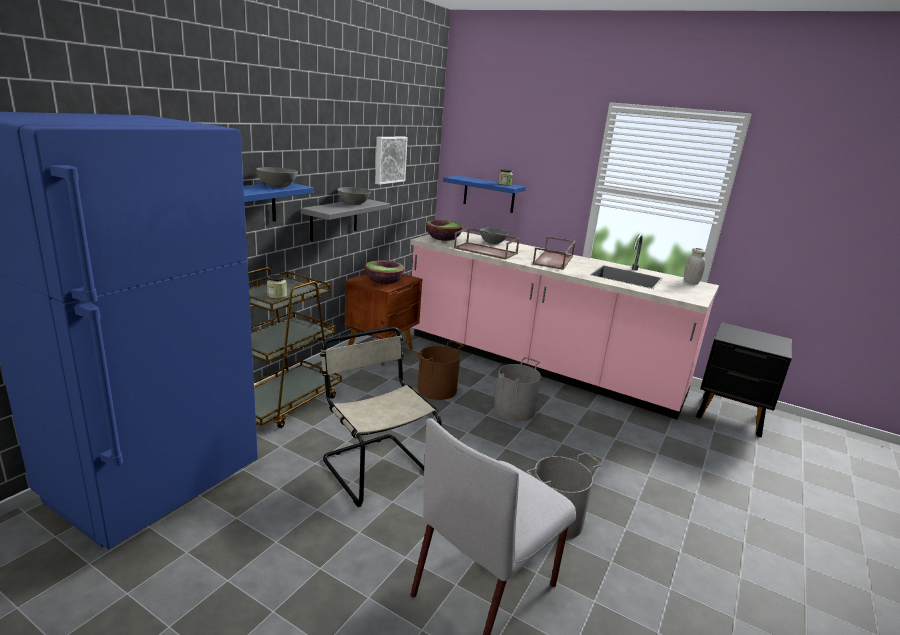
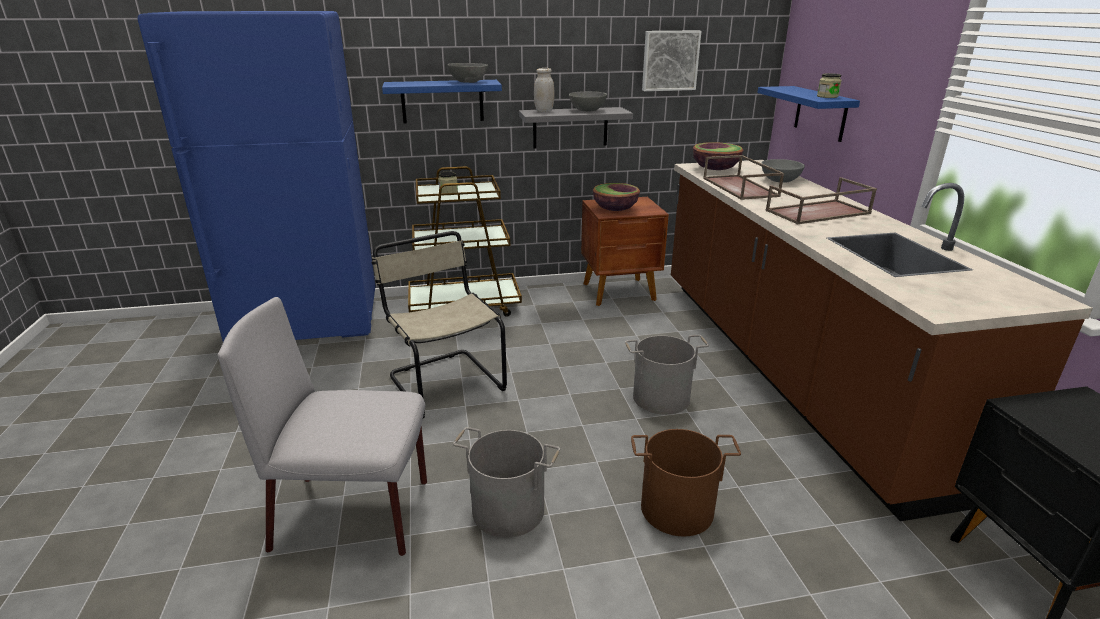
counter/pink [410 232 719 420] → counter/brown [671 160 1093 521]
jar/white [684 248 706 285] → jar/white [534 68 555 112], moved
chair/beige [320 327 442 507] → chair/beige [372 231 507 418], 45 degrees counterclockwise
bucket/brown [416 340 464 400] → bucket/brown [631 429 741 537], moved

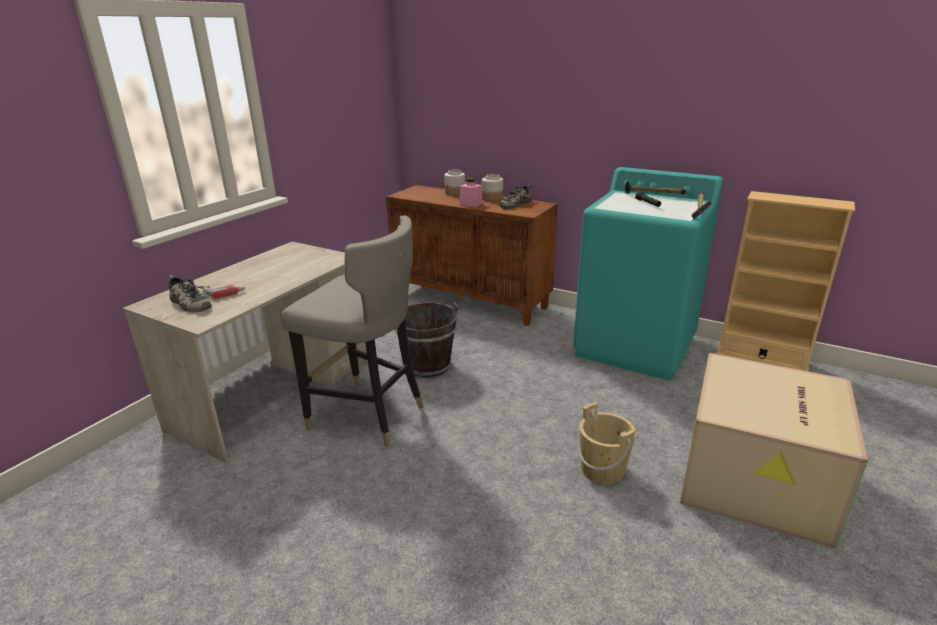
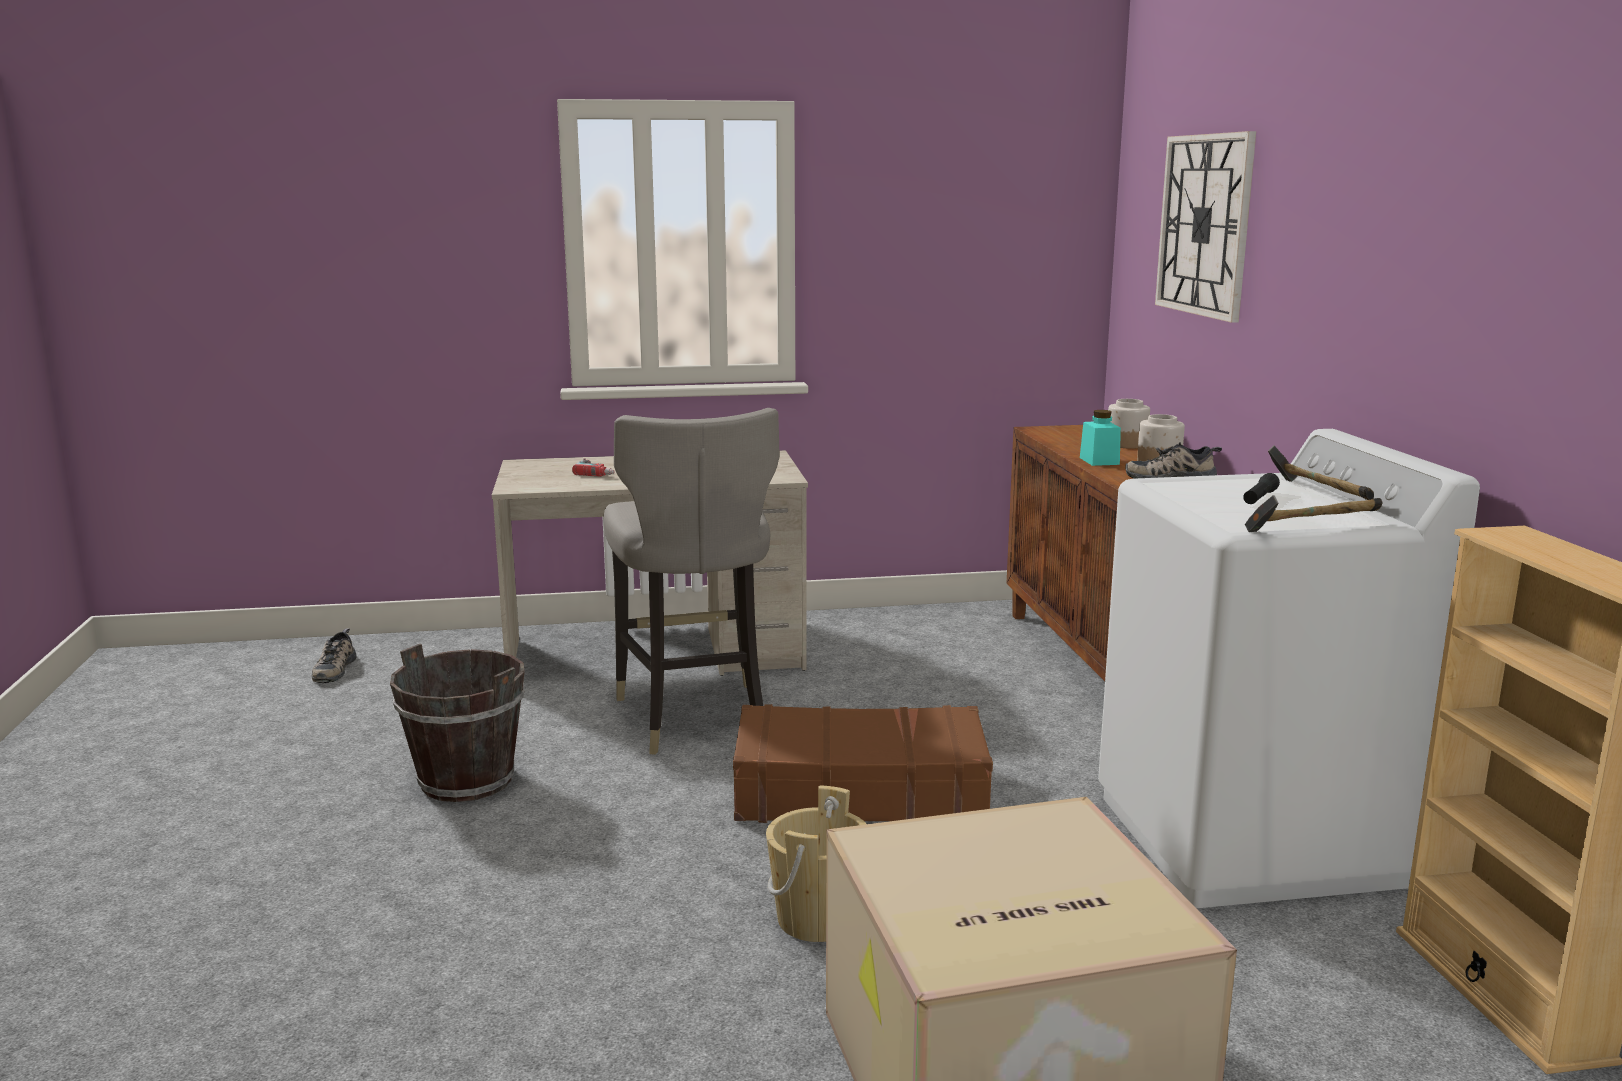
washing machine/turquoise [573 167 724 381] → washing machine/white [1098 429 1480 908]
jar/pink [460 178 483 207] → jar/turquoise [1080 410 1121 466]
shoe [169 275 212 312] → shoe [312 628 357 683], moved
bucket/brown [395 302 458 378] → bucket/brown [390 644 525 802], moved
- → wall clock [1155 131 1256 323]
- → suitcase/brown [733 704 993 823]

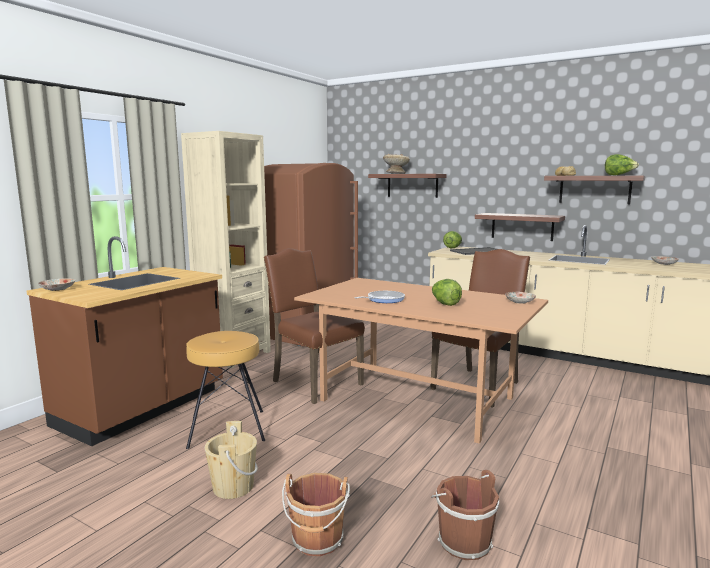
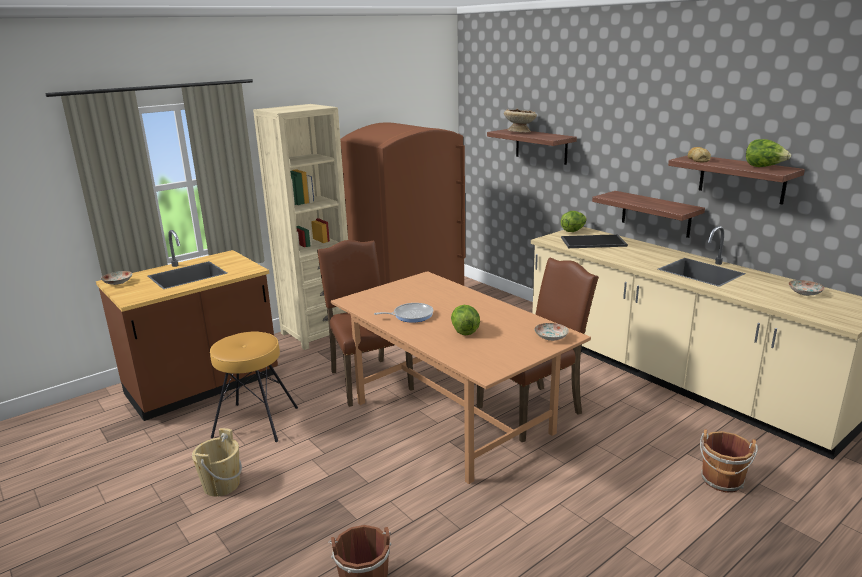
bucket/brown [282 473 350 556] → bucket/brown [700 429 758 493], moved

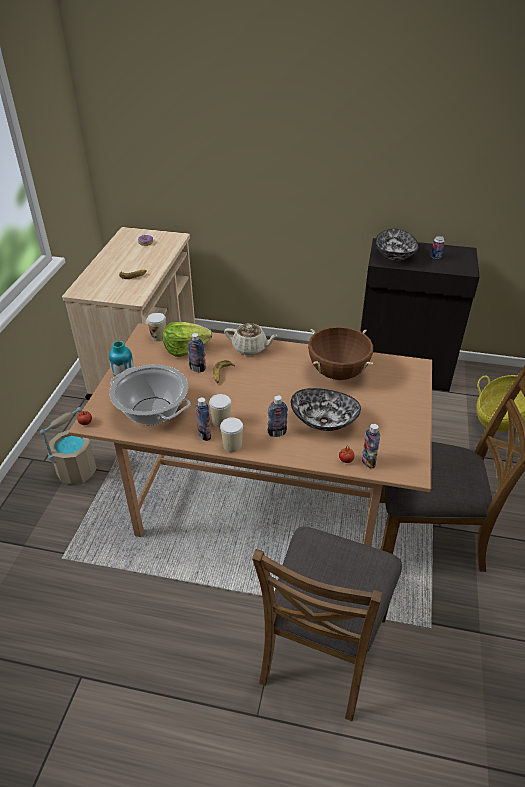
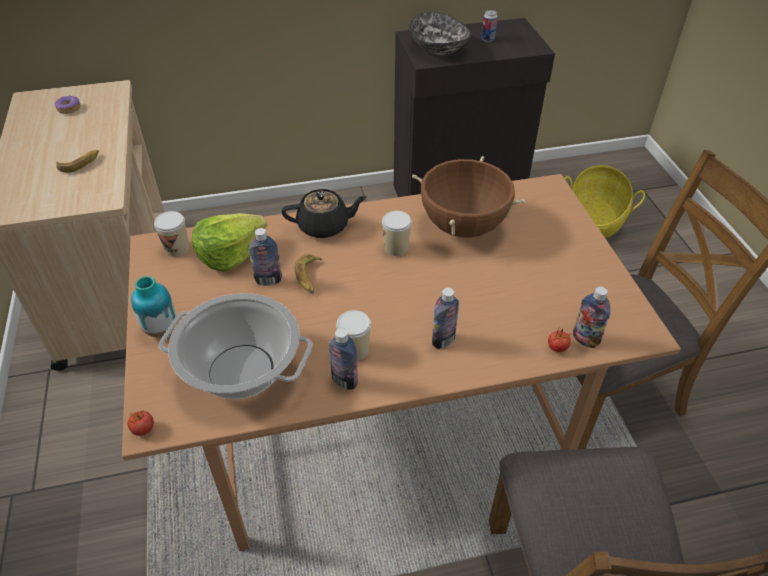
teapot/beige [224 323 279 355] → teapot/black [281 189 367 238]
bowl [291 388 361 431] → -
bucket/beige [40 407 97 484] → -
cup [220 418 243 452] → cup [382 211 412 256], moved

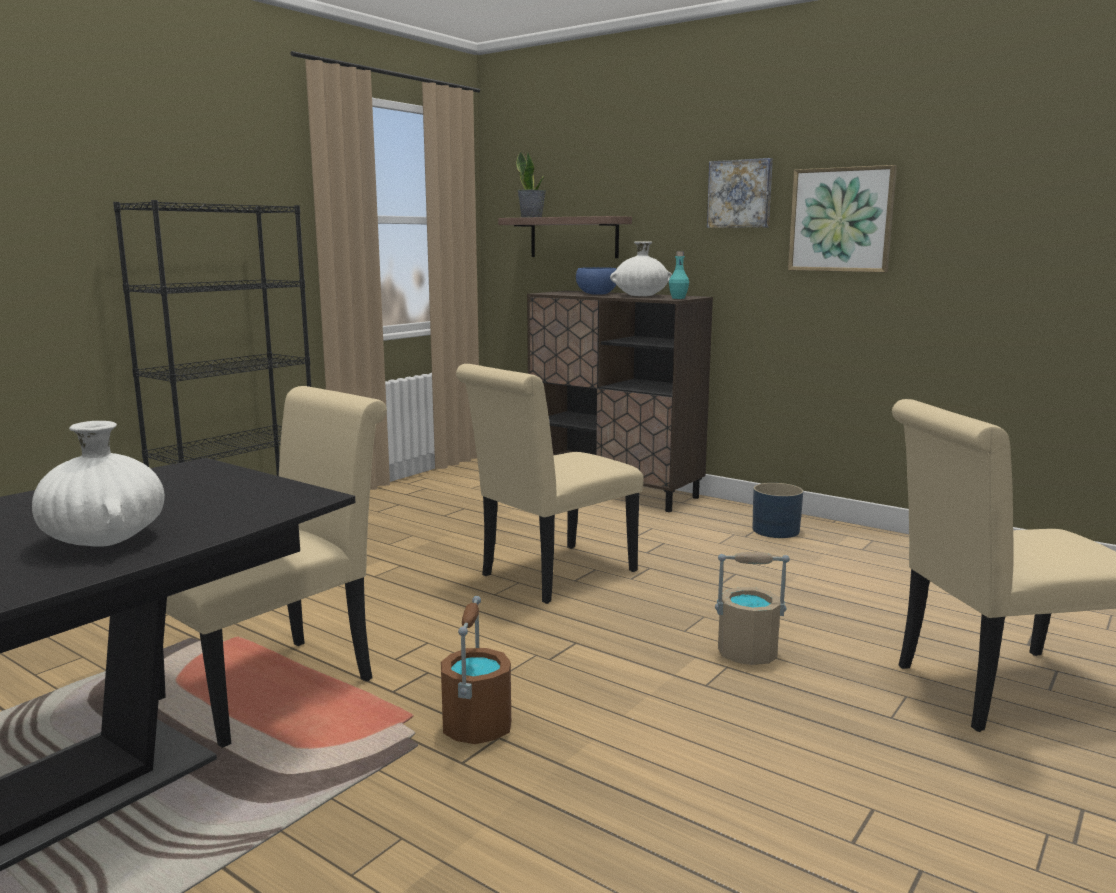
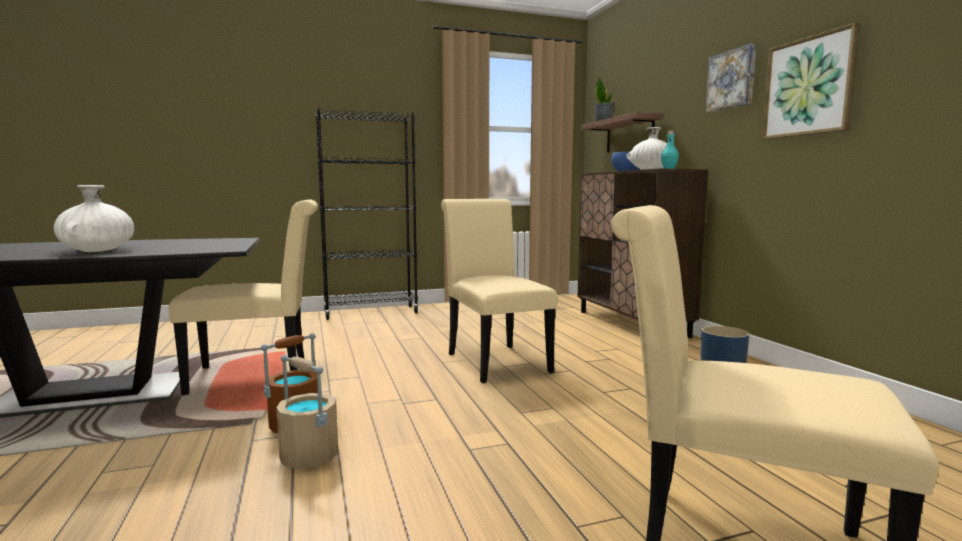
chair/beige [456 364 644 604] → chair/beige [441 199 557 383], 75 degrees clockwise
bucket/beige [715 552 790 665] → bucket/beige [276 355 338 469], moved

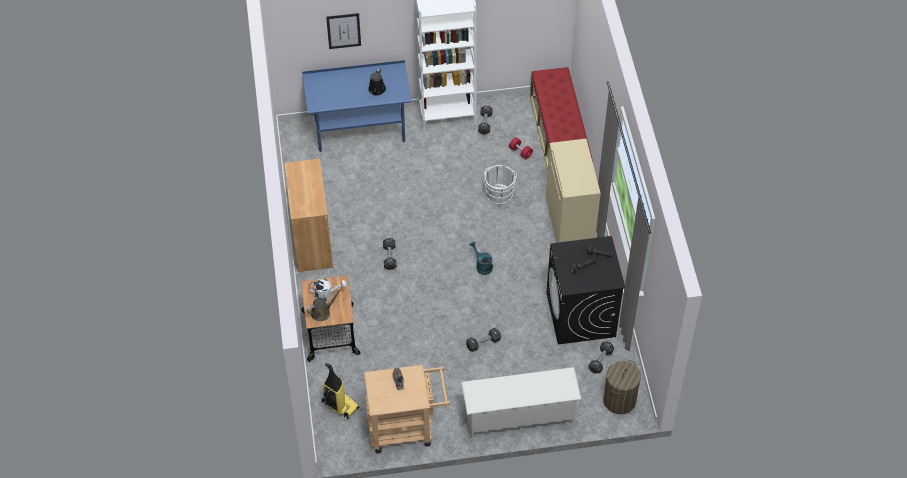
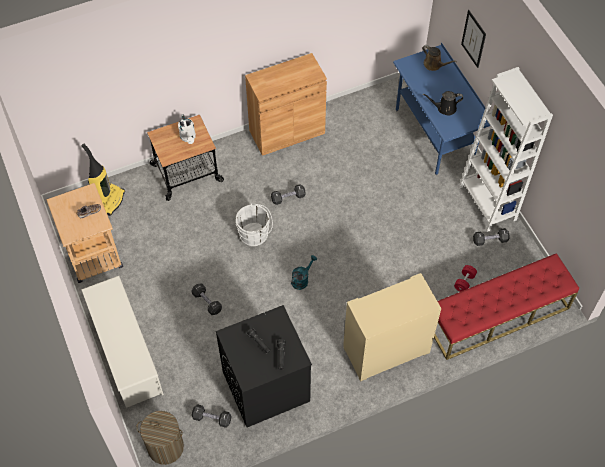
bucket/white [484 165 517 205] → bucket/white [236 203 273 246], moved
watering can/brown [306 287 343 321] → watering can/brown [422 45 457 71], moved

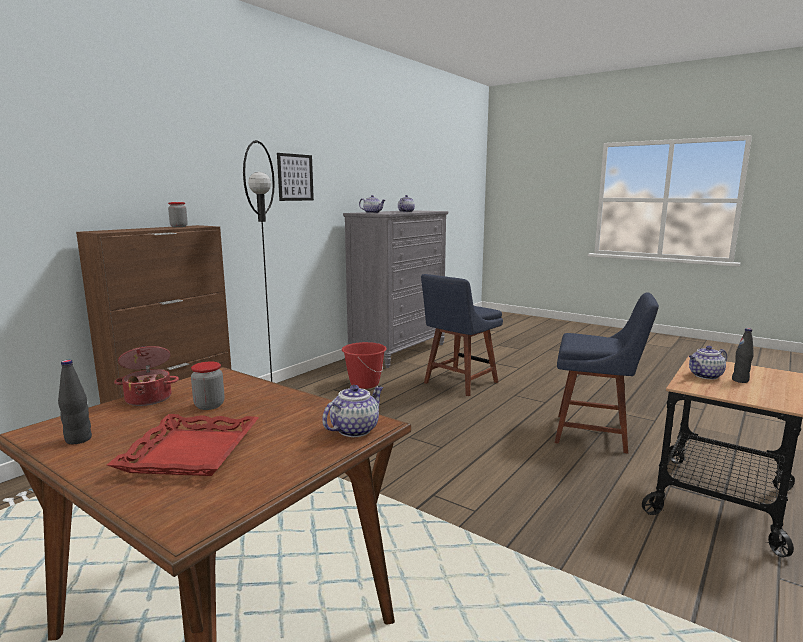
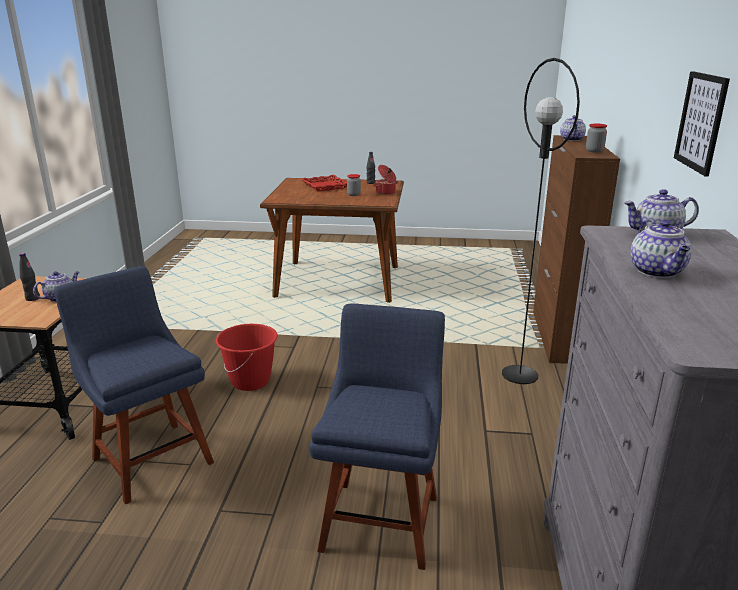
chair/blue [554 292 659 454] → chair/blue [54 266 214 505], 60 degrees clockwise
bucket/red [342 342 387 389] → bucket/red [216 324 278 391], moved
teapot [322 385 383 437] → teapot [560 115 586 141], moved

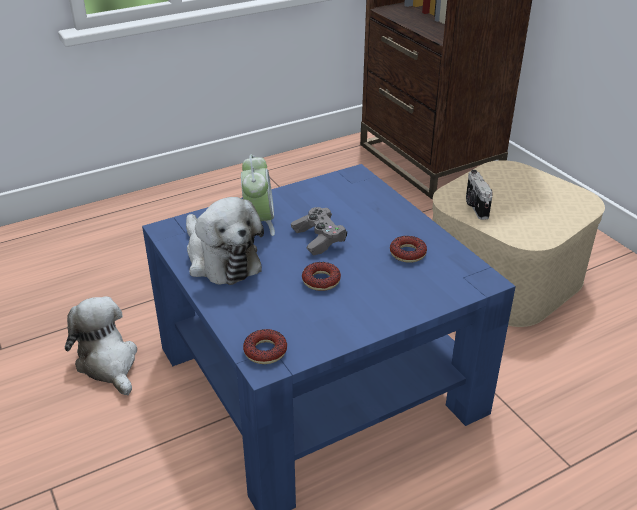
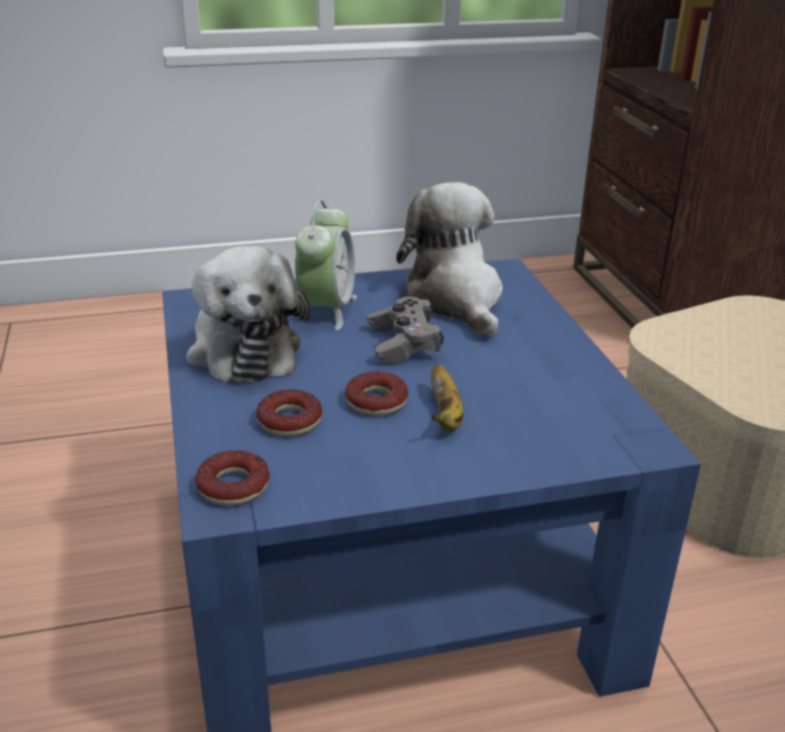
photo camera [466 170 493 220] → -
donut [390 236 427 263] → donut [256 390 322 436], moved
plush toy [65 296 137 395] → plush toy [396 182 503 337], moved
- → banana [431 364 463 431]

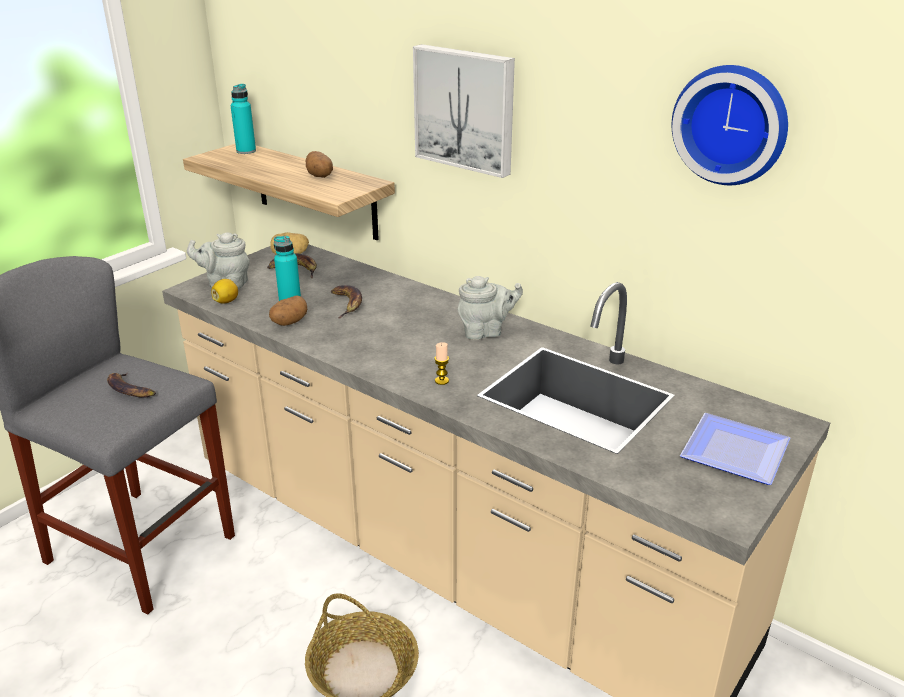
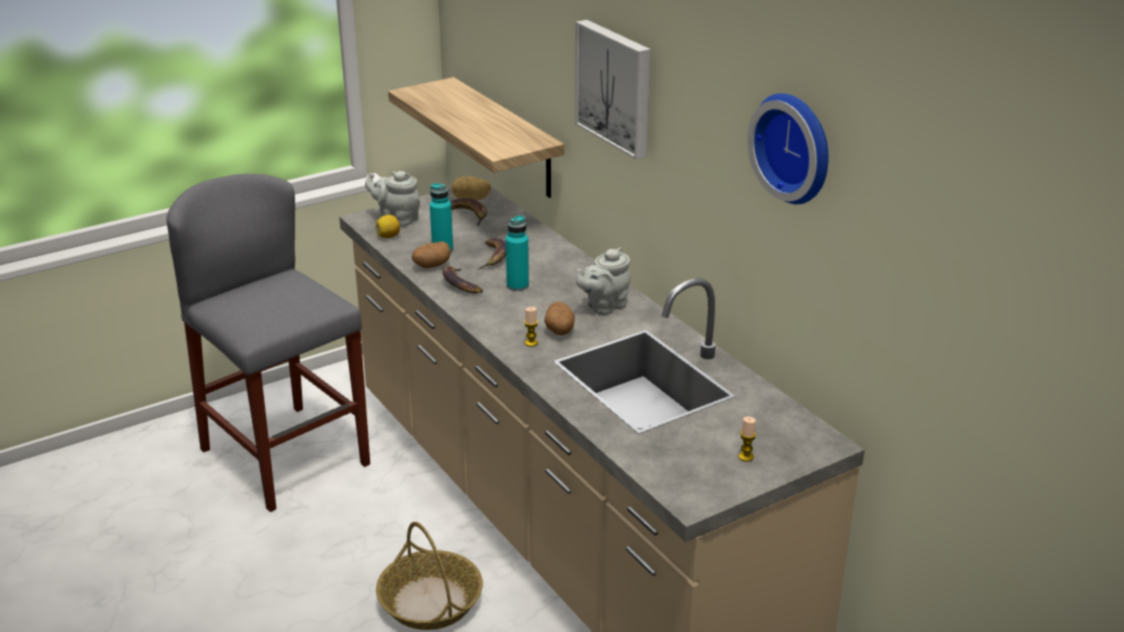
bottle/turquoise [231 84 256 154] → bottle/turquoise [506 215 529 291], moved
potato [306 151 333 178] → potato [544 302 575 335], moved
teapot/grey [458 276 523 340] → teapot/grey [576 247 631 315], 135 degrees clockwise
banana [107 373 156 398] → banana [443 266 483 294], moved
plate [680 413 790 485] → candle [738 417 756 461]

